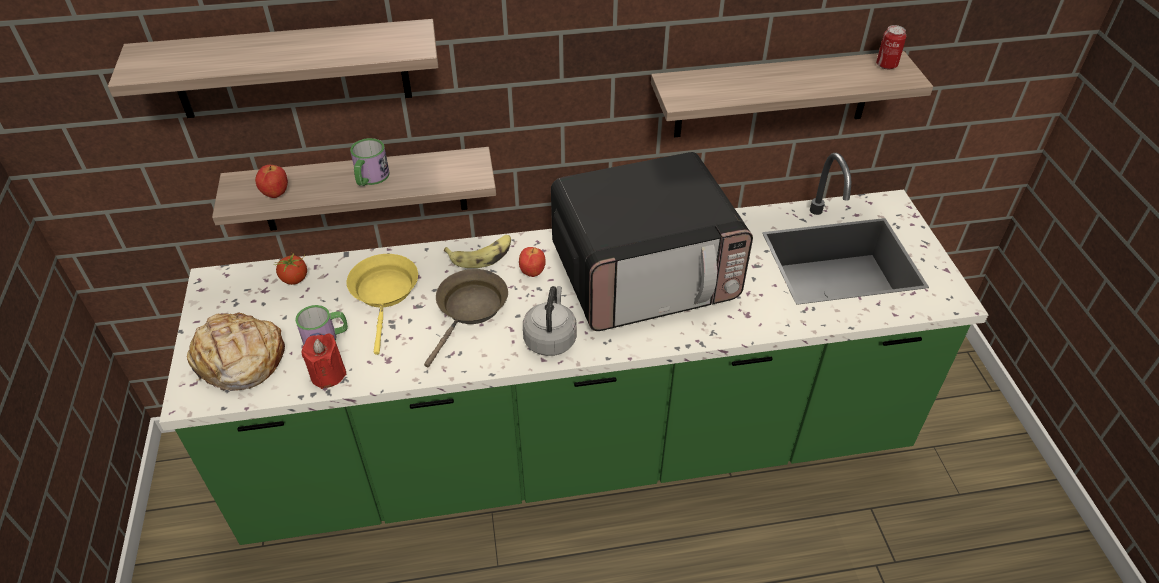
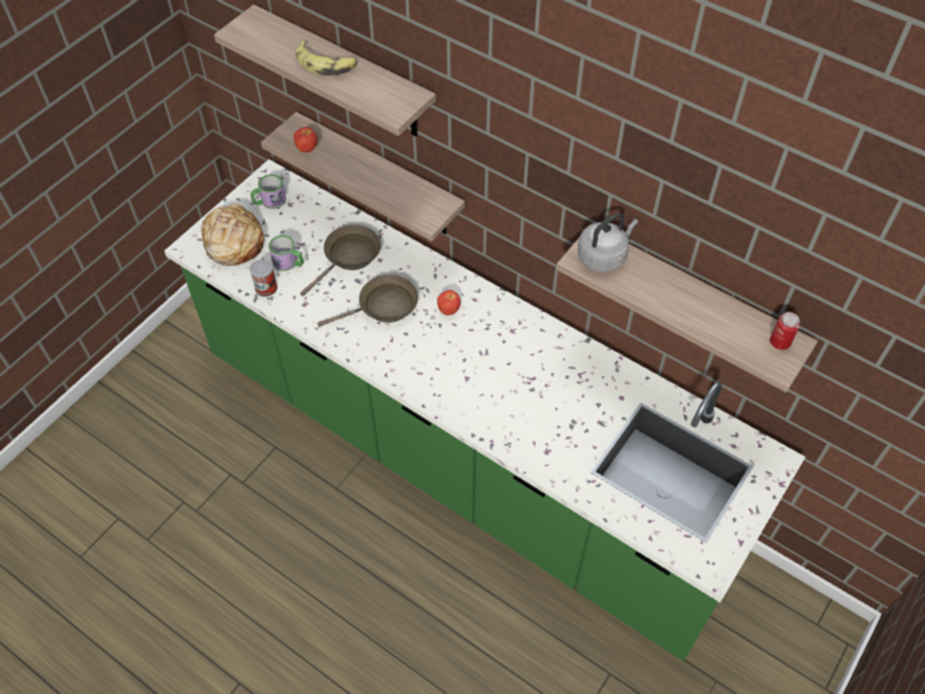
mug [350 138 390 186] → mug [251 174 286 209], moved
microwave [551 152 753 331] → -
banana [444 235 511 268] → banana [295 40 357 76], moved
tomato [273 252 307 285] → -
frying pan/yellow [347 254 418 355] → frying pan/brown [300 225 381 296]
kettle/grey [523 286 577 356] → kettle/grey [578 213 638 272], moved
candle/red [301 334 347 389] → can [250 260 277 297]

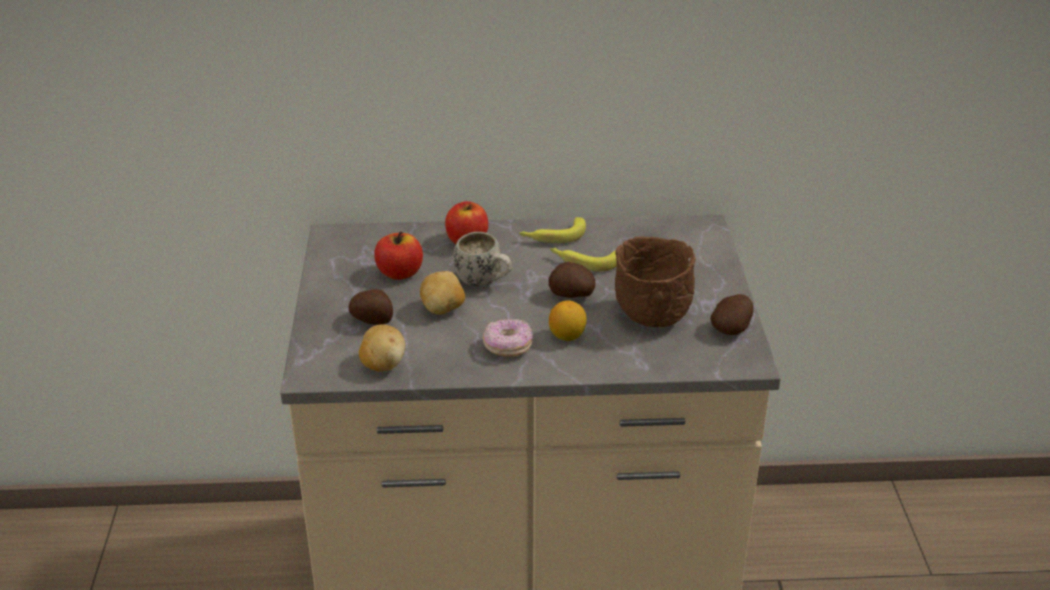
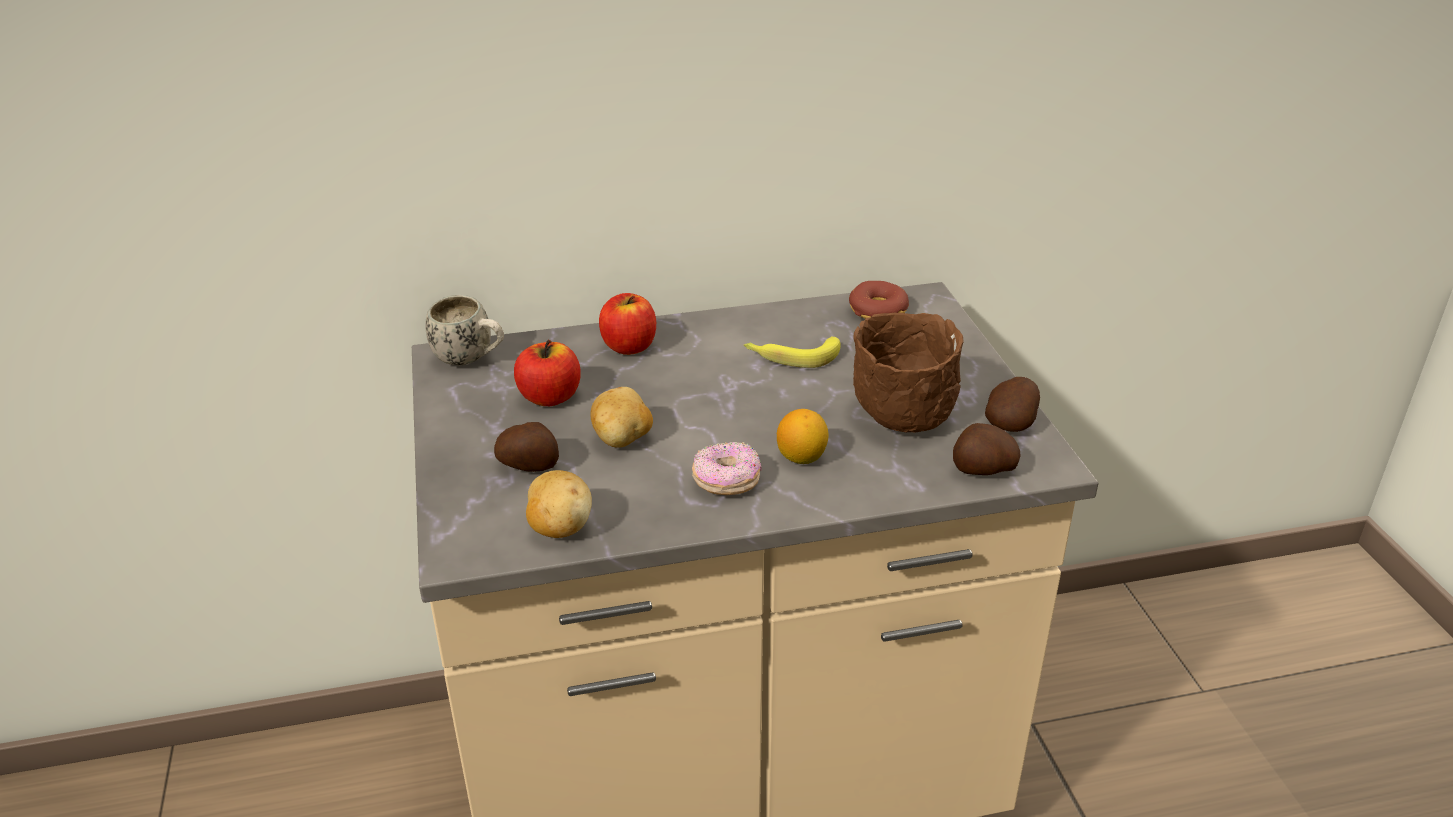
banana [519 217 586 243] → -
mug/white [453 232 513 286] → mug/white [425 295 504 365], moved
potato [548 262 595 298] → potato [953 423 1021 475], moved
- → donut [849 281 909 319]

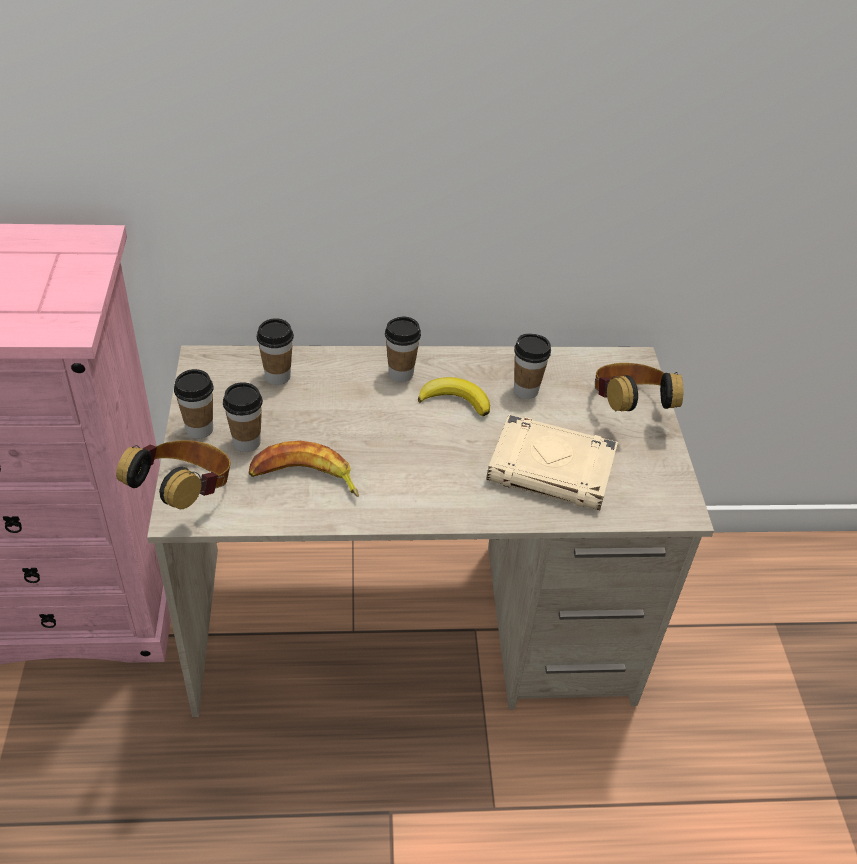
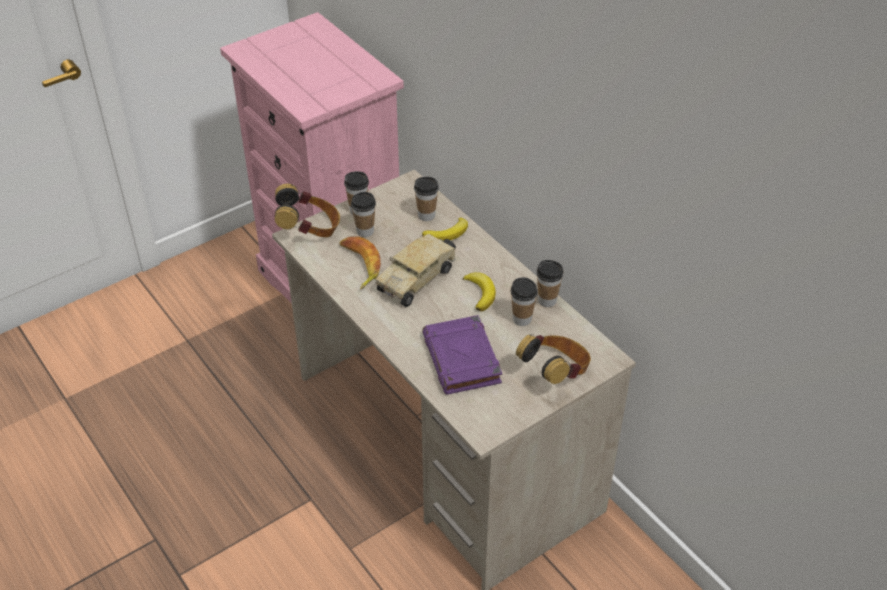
cup [385 317 421 382] → cup [537 260 564 307], moved
book/beige [486 414 618 510] → book/purple [422 315 502 395]
- → banana [422 218 468 241]
- → toy truck [376 234 456 307]

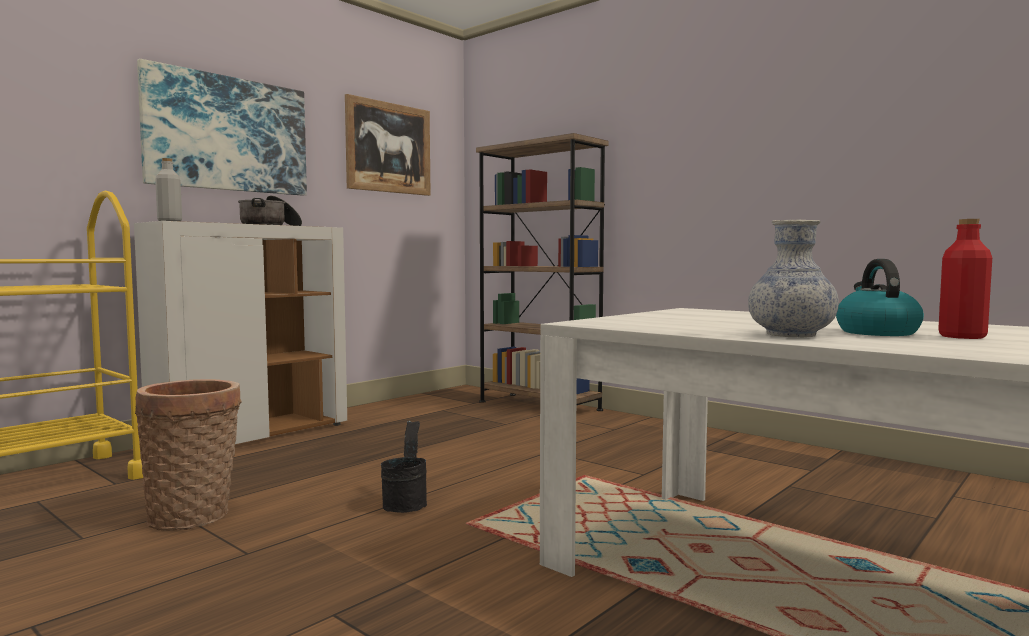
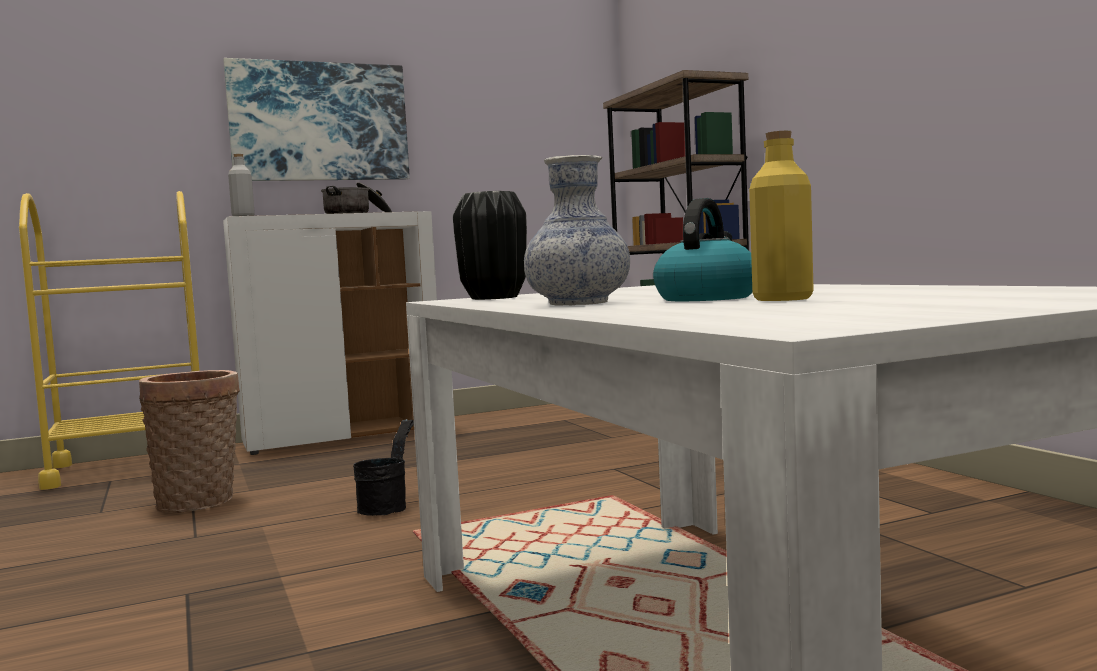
picture [345 94 430 196] → -
bottle/red [938 219 992 339] → bottle/yellow [749 131 814 301]
- → vase/black [453 191 527 300]

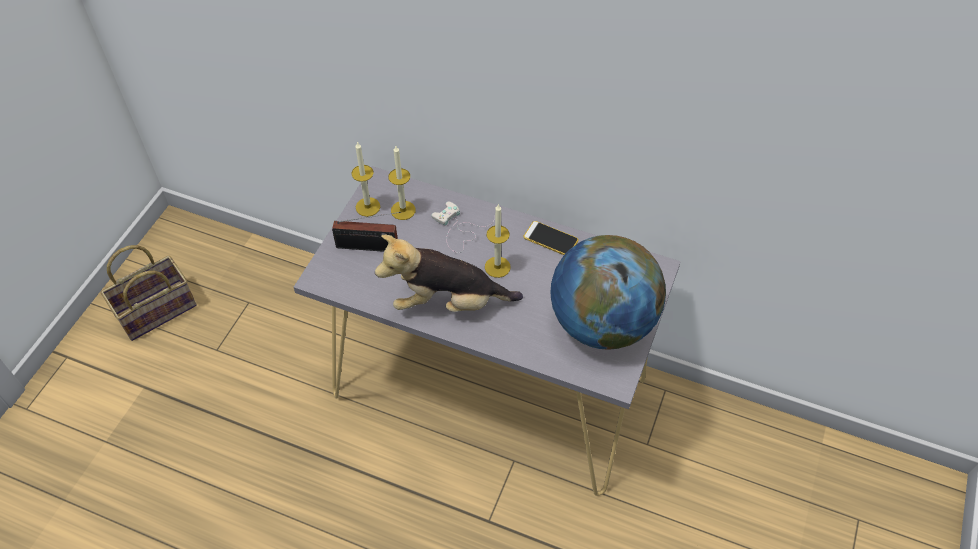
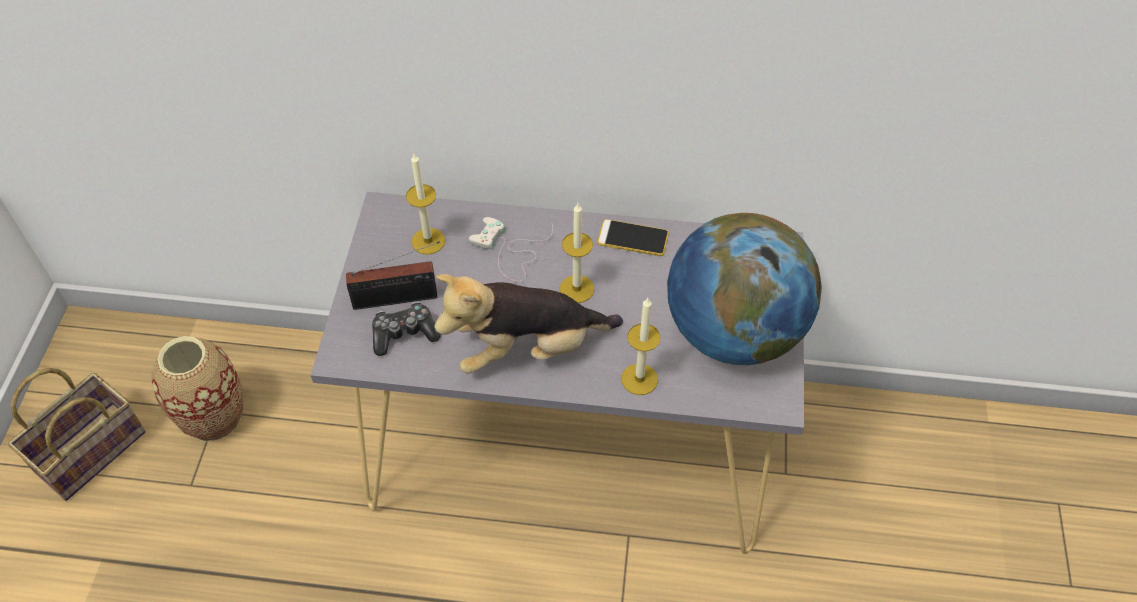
candle [352 142 380 217] → candle [621 298 661 395], moved
- → game controller [372 302 441 356]
- → vase [151 336 243 442]

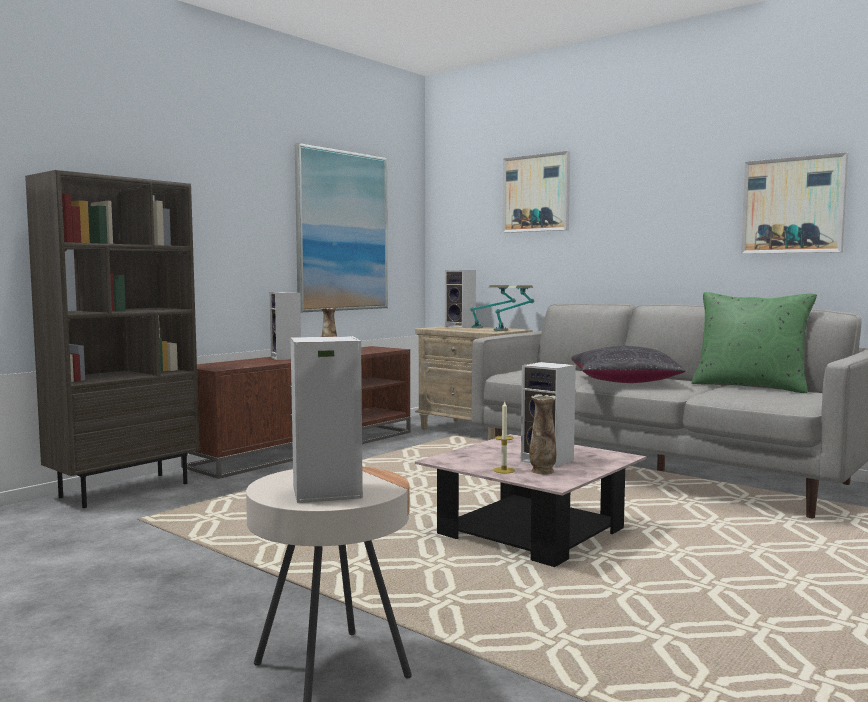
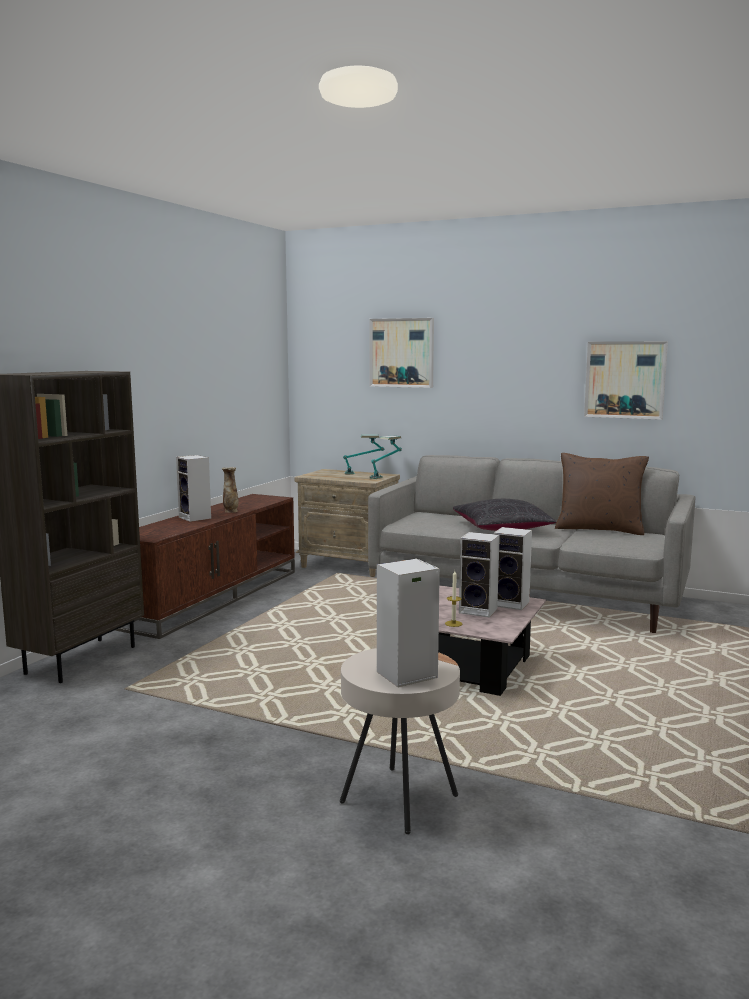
picture [295 143 388 312] → -
speaker [445 271 476 328] → speaker [494 527 532 610], moved
pillow/green [691 292 817 393] → pillow/brown [555 453 649 535]
vase [529 394 556 475] → -

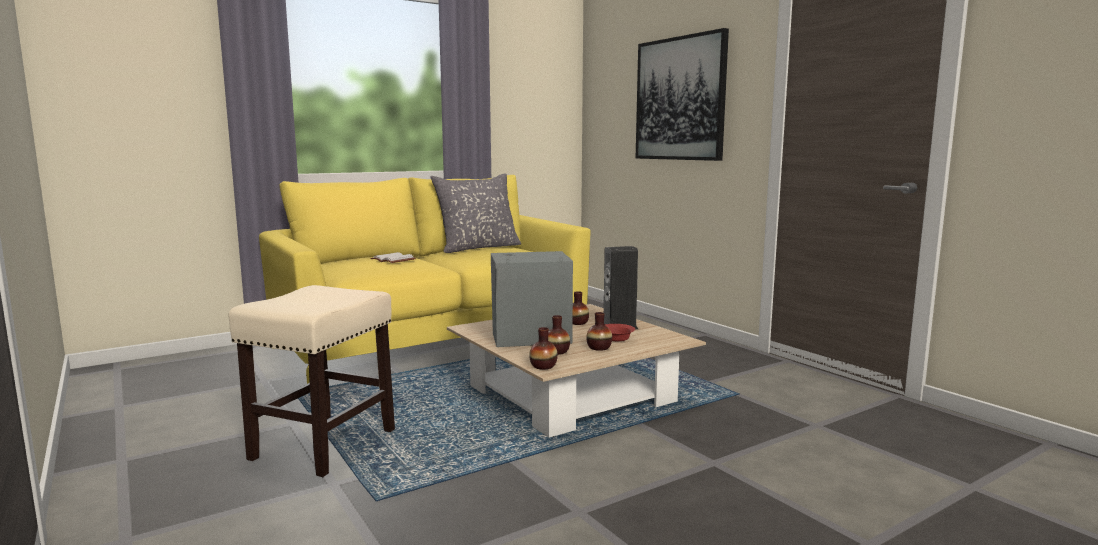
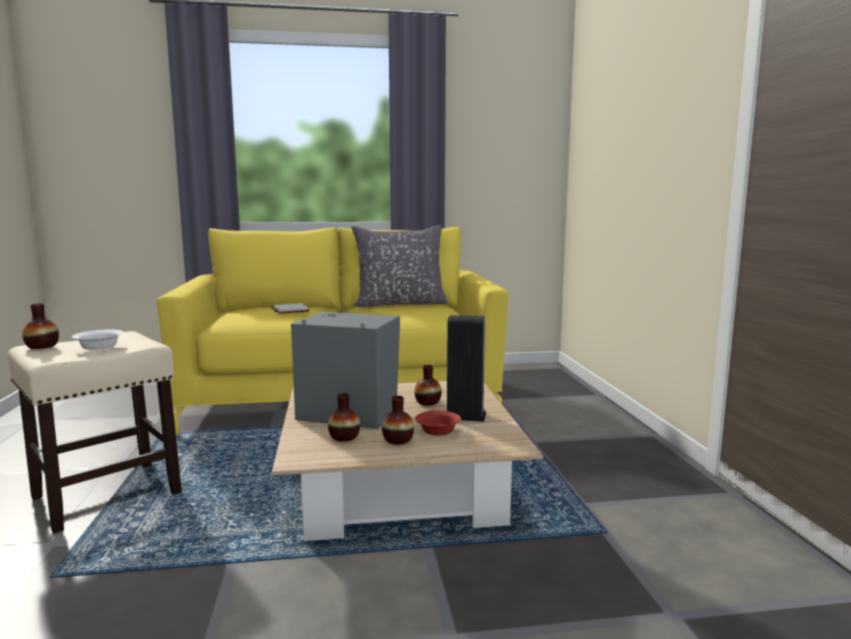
picture [636 28 729 161] → -
vase [529 327 558 370] → vase [22 303 59 349], moved
- → bowl/white [72 329 124 350]

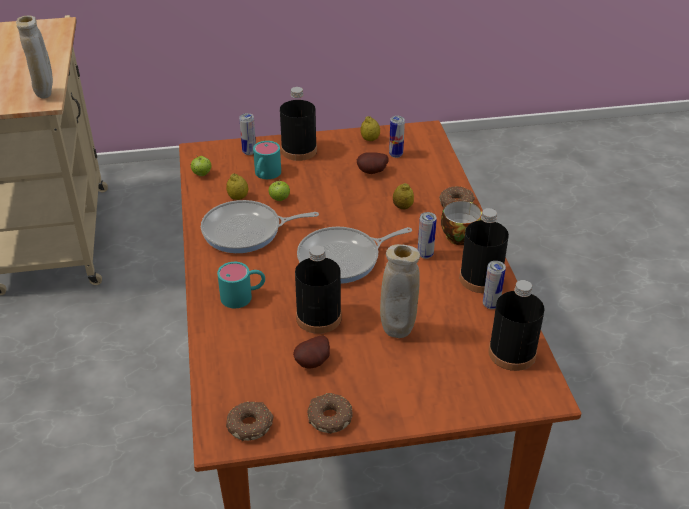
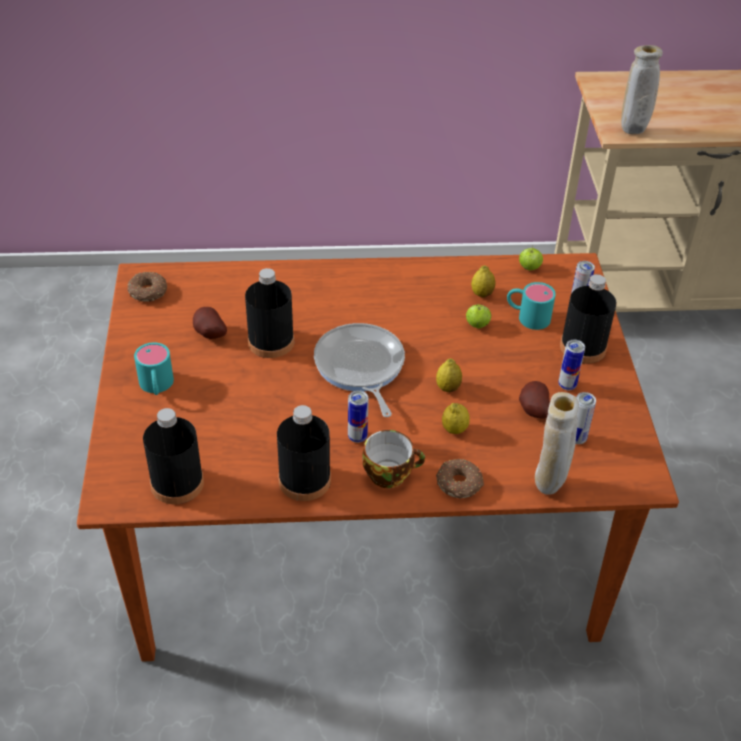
lemon [360 116 380 141] → lemon [436 358 462 392], moved
frying pan [201 200 319 253] → -
vase/beige [380 244 420 338] → vase/beige [535 392 579 495], moved
can [483 261 506 309] → can [558 340 585 390], moved
mug/turquoise [217 262 265 308] → mug/turquoise [134 342 174 395], moved
donut [307 393 353 434] → -

